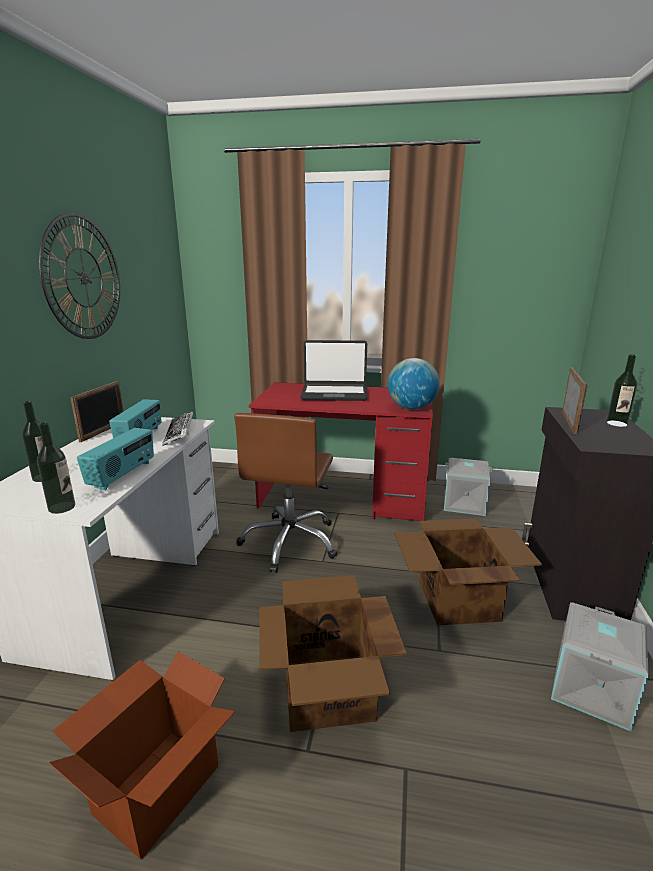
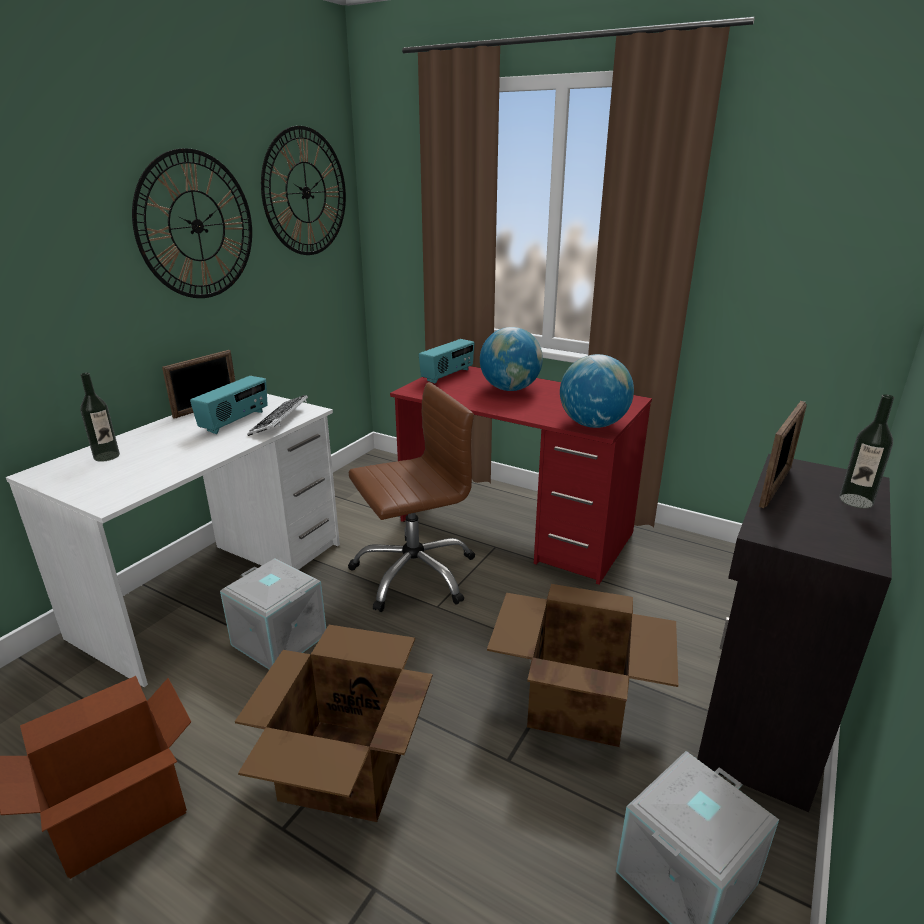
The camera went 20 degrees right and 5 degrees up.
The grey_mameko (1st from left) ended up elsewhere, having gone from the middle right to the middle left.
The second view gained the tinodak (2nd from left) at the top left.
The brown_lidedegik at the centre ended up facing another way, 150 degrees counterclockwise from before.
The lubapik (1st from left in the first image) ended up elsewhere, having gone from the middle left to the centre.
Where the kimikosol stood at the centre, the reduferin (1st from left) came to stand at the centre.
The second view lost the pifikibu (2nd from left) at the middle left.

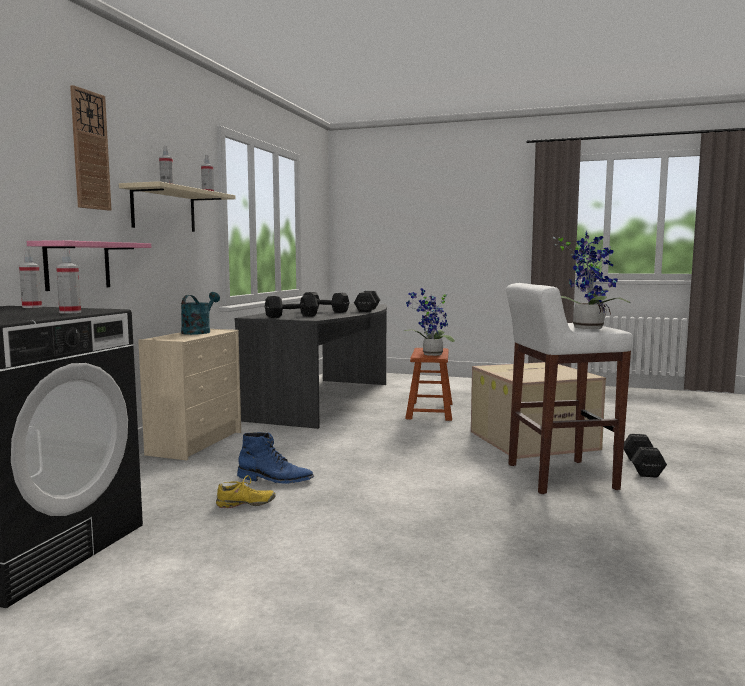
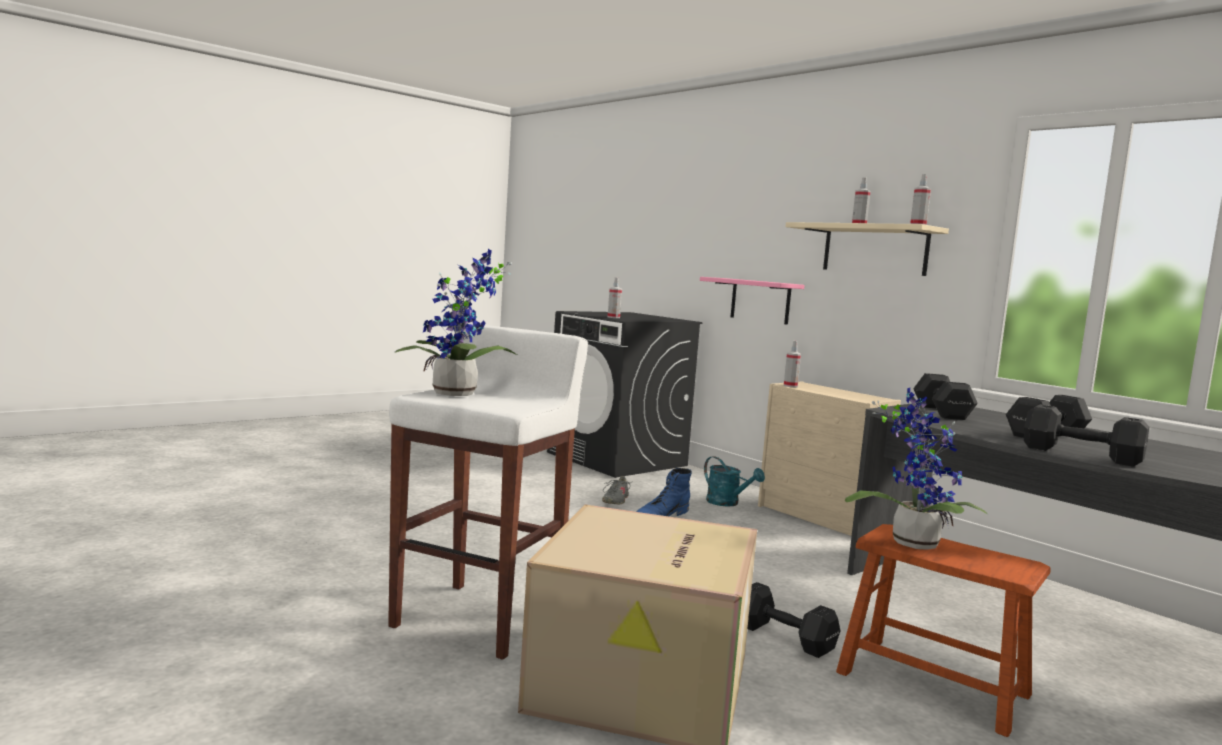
The camera went 120 degrees right and 0 degrees up.
What was the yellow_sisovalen at the bottom left turned into the grey_sisovalen at the centre.
The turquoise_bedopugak ended up elsewhere, having gone from the middle left to the centre.
The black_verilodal (4th from left in the first image) ended up elsewhere, having gone from the middle right to the bottom centre.
The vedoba (1st from left in the first image) ended up elsewhere, having gone from the middle left to the centre.
The second view lost the tinodak at the top left.

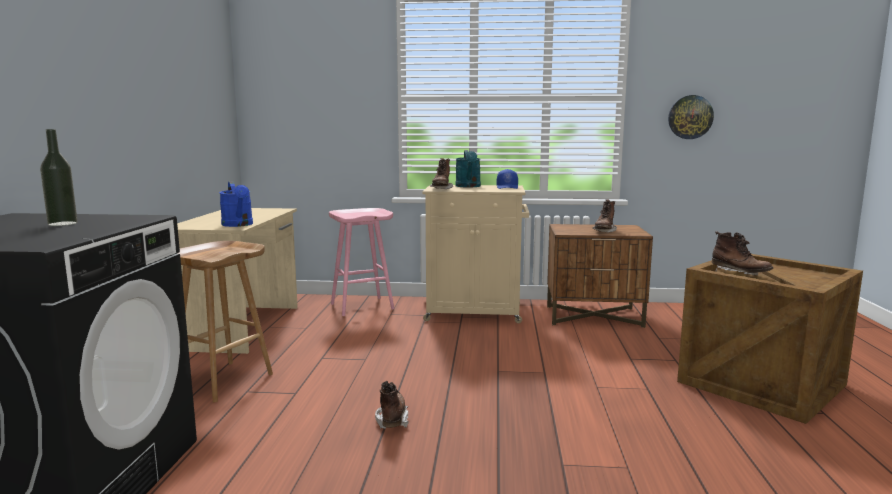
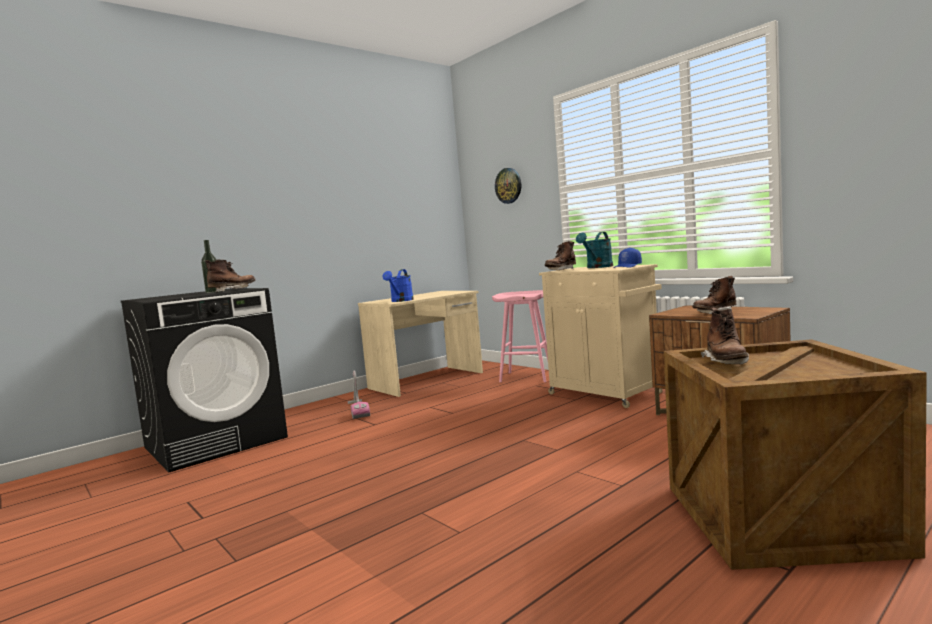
The camera went 45 degrees right and 5 degrees down.
The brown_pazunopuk (1st from left) ended up elsewhere, having gone from the bottom centre to the middle left.
Where the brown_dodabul stood at the middle left, the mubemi came to stand at the centre.
The tinodak ended up elsewhere, having gone from the top right to the top centre.

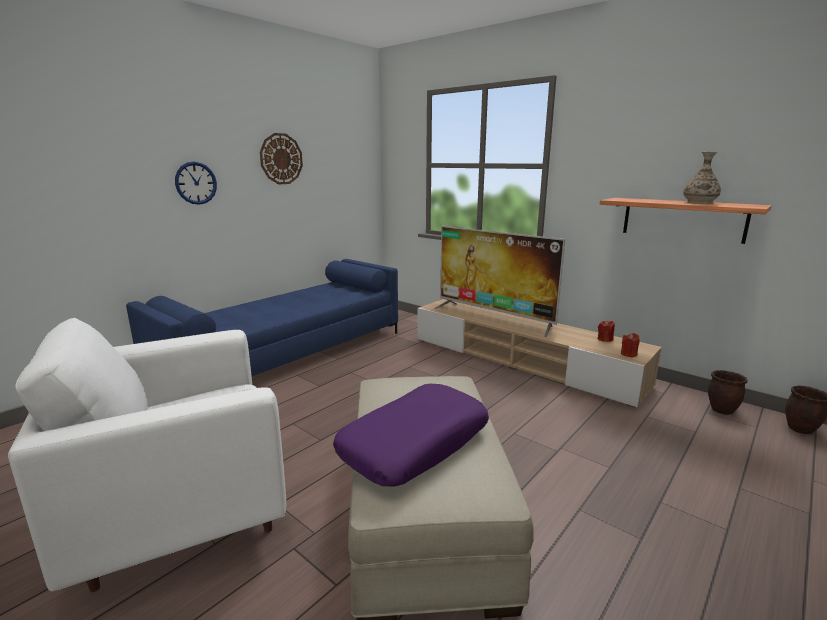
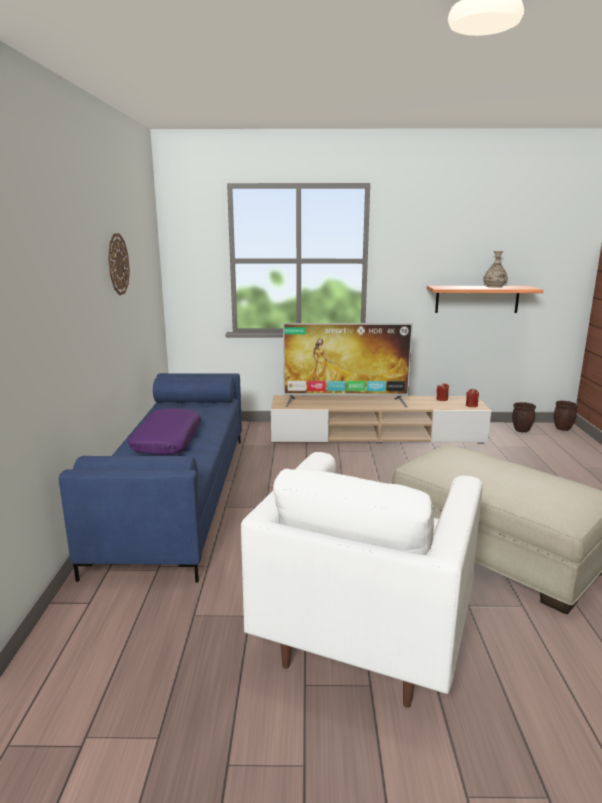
The camera went 40 degrees left and 0 degrees up.
The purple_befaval ended up elsewhere, having gone from the bottom centre to the middle left.
The second view lost the tinodak (1st from left) at the top left.

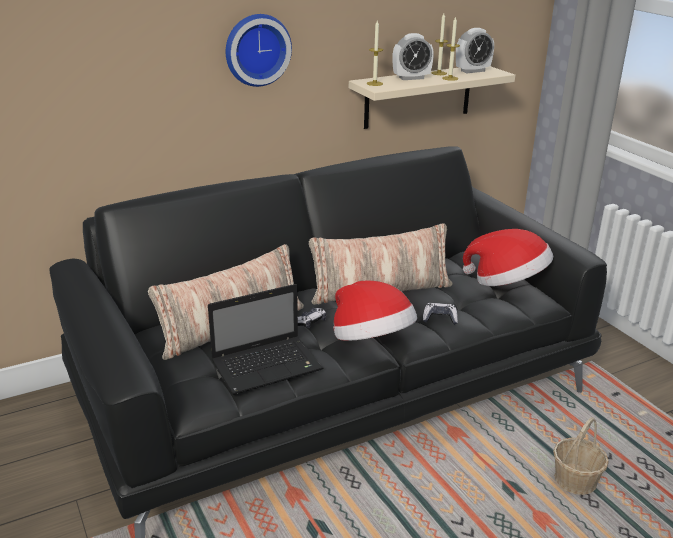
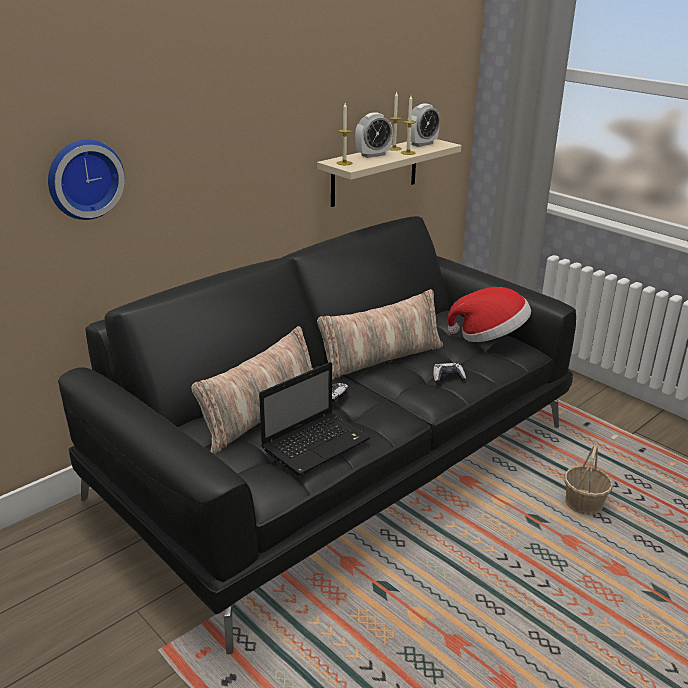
The camera went 15 degrees left and 0 degrees up.
The tinodak ended up elsewhere, having gone from the top centre to the top left.
The second view lost the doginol (1st from left) at the centre.

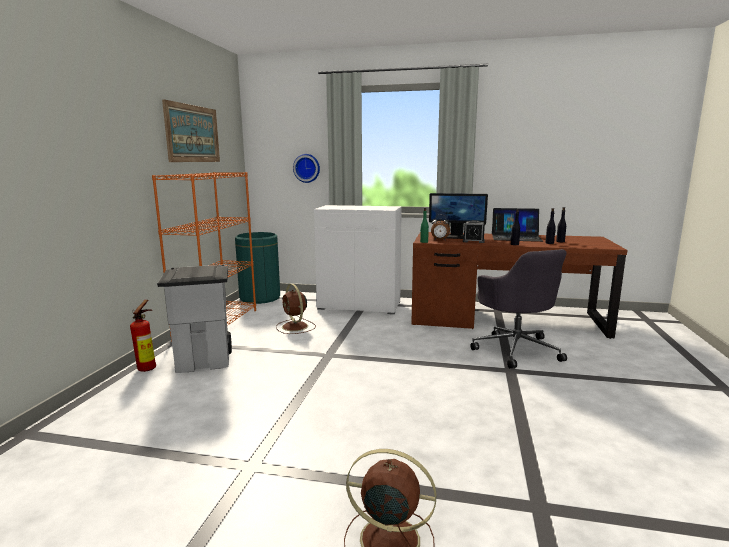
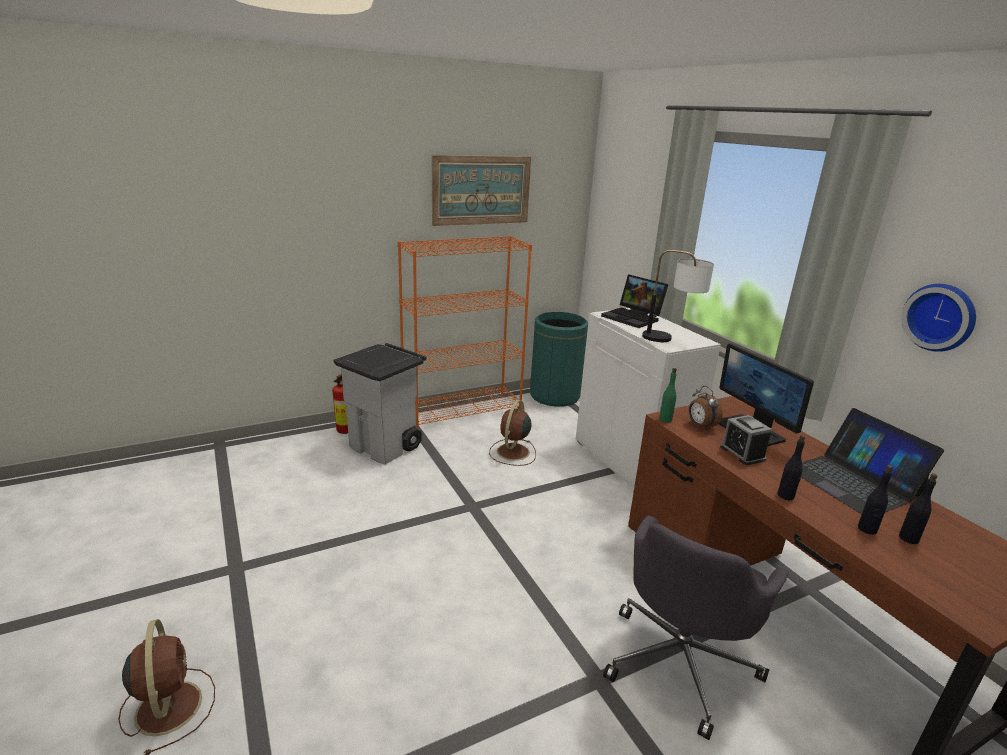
The camera went 50 degrees right and 10 degrees up.
The second view gained the kimikosol (1st from left) at the centre.
The second view gained the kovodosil at the middle right.
The tinodak ended up elsewhere, having gone from the top centre to the middle right.

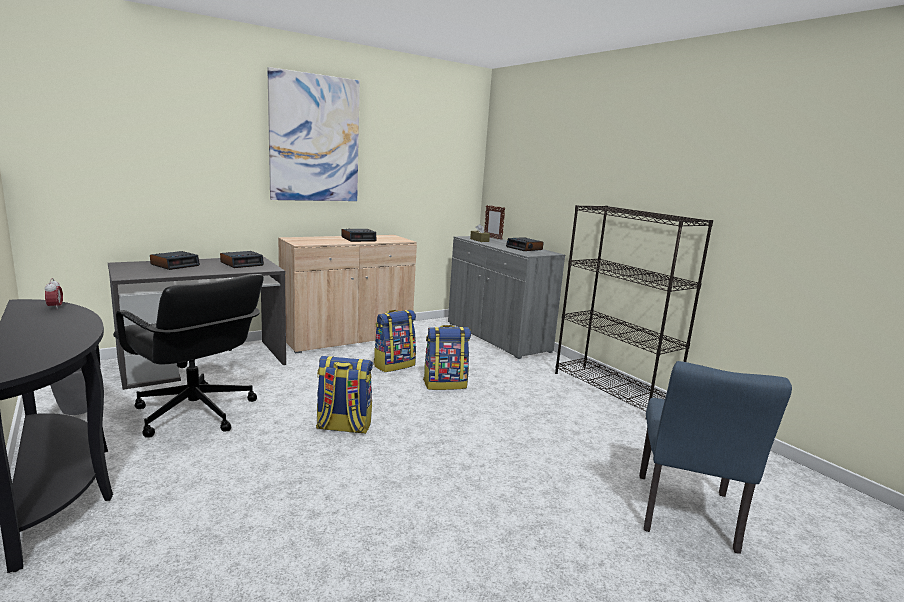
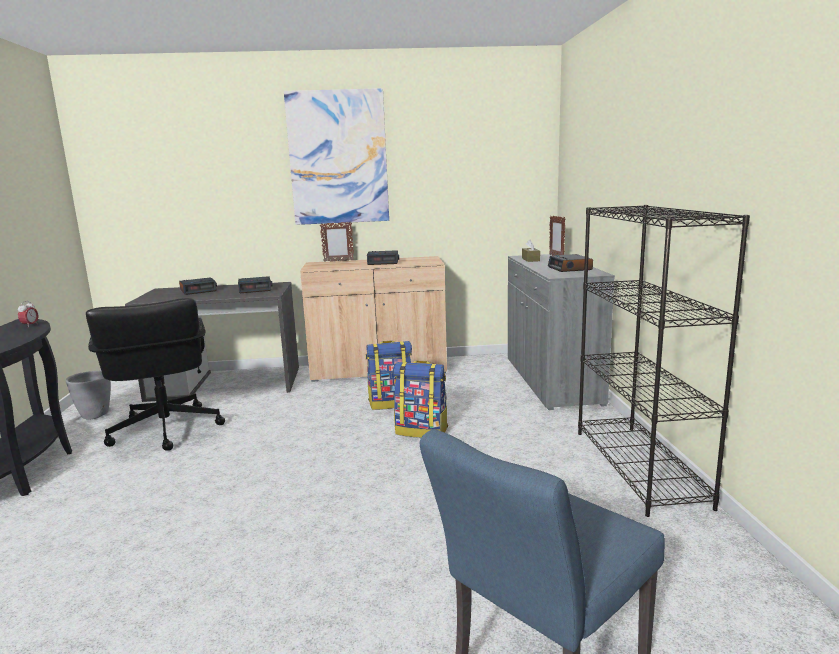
The camera went 30 degrees right and 0 degrees up.
The second view gained the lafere (1st from left) at the centre.
The second view lost the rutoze (1st from left) at the centre.

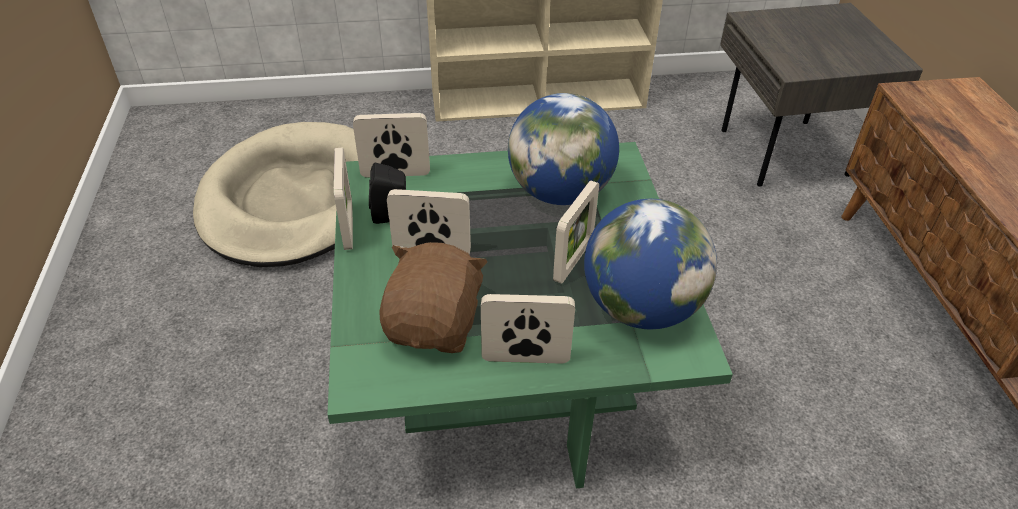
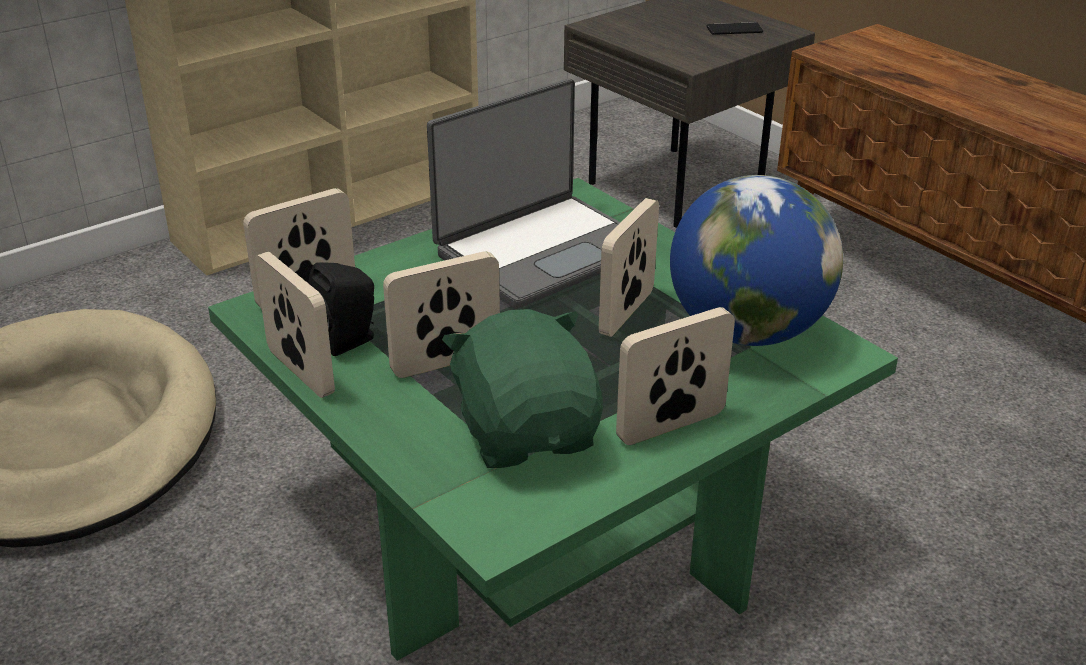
The camera went 30 degrees left and 10 degrees down.
Where the reduferin (1st from left) stood at the top centre, the kimikosol came to stand at the top centre.
What was the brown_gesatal at the centre turned into the green_gesatal at the centre.
The lafere (5th from left in the first image) at the centre ended up facing another way, 150 degrees counterclockwise from before.
The second view gained the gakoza at the top right.

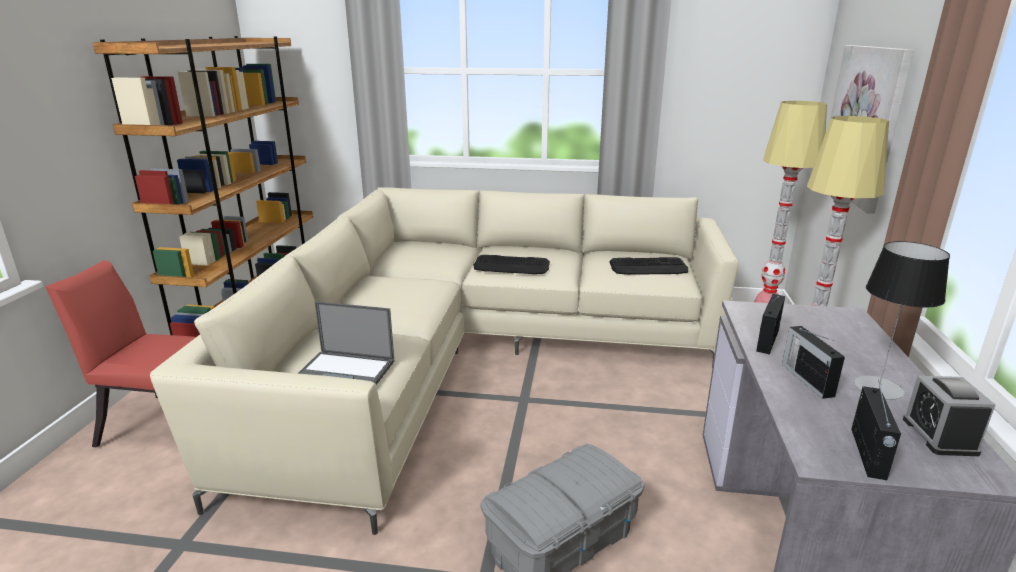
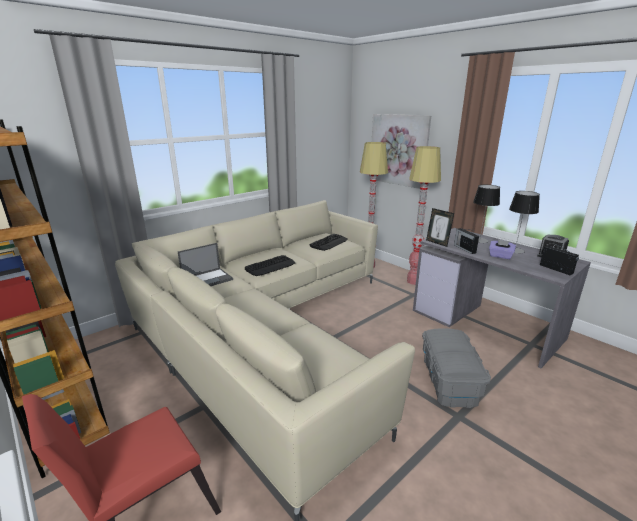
The camera went 50 degrees left and 0 degrees up.
The kimikosol ended up elsewhere, having gone from the centre to the middle left.
The second view gained the lafere at the middle right.
The second view gained the kovodosil (1st from left) at the middle right.
Where the lubapik (2nd from left) stood at the middle right, the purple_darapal came to stand at the middle right.

